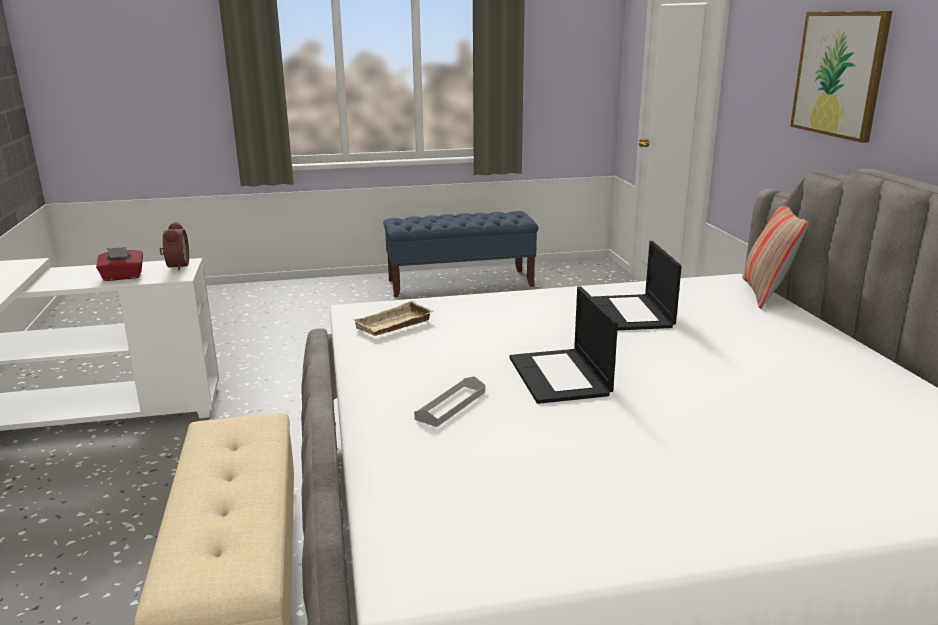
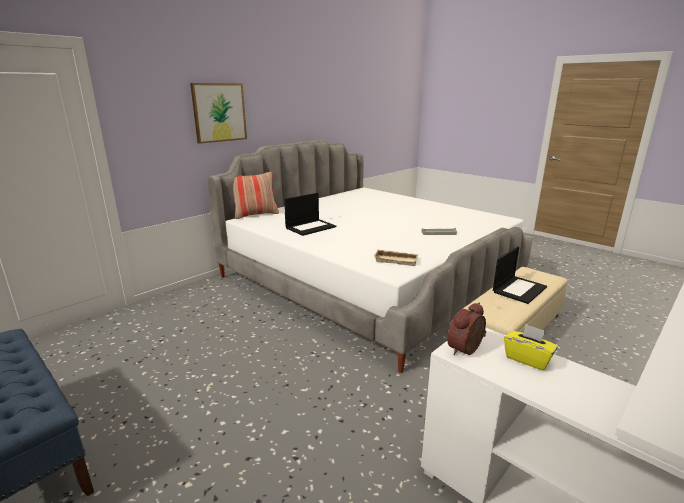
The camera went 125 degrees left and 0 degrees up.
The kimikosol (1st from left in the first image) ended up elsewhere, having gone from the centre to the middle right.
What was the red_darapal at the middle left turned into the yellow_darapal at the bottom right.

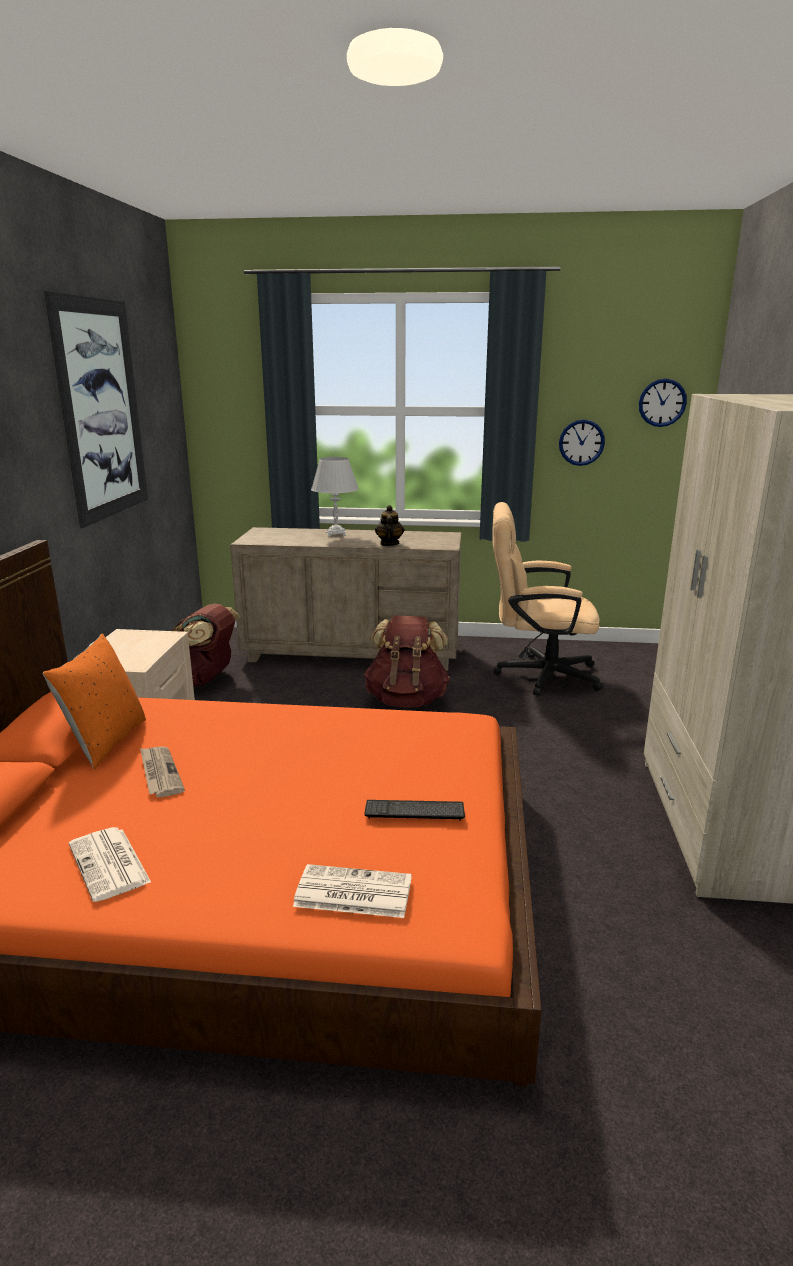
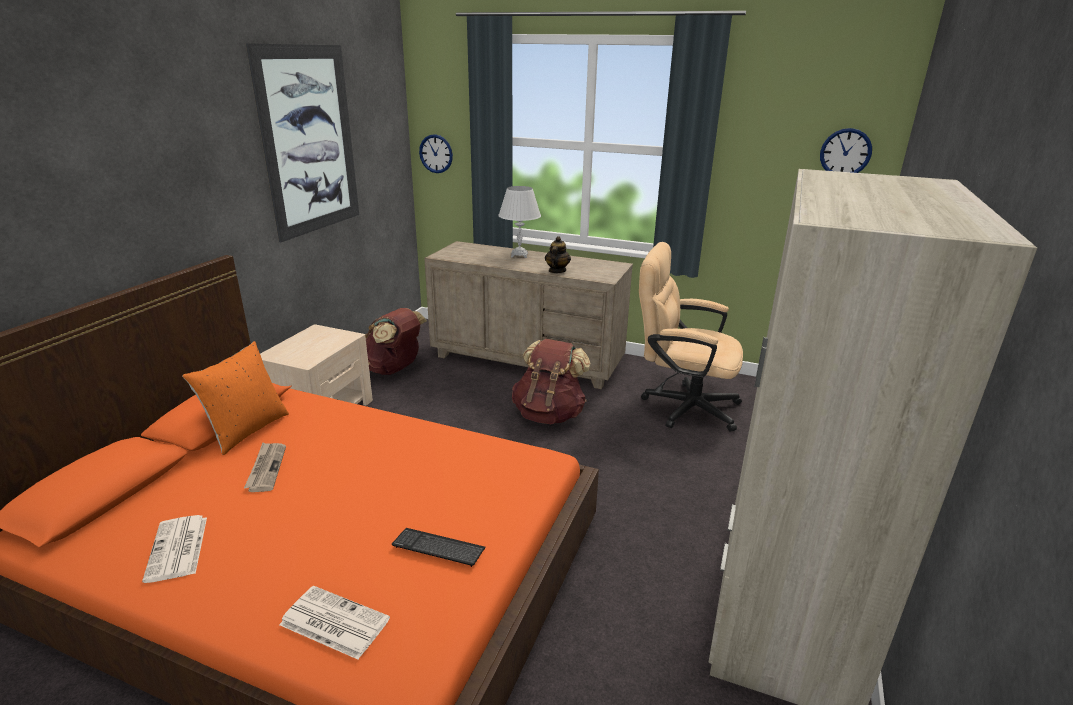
The camera went 15 degrees right and 5 degrees up.
The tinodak (1st from left) ended up elsewhere, having gone from the middle right to the top centre.

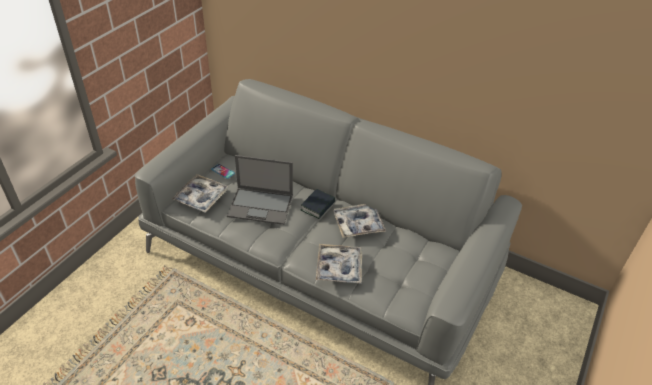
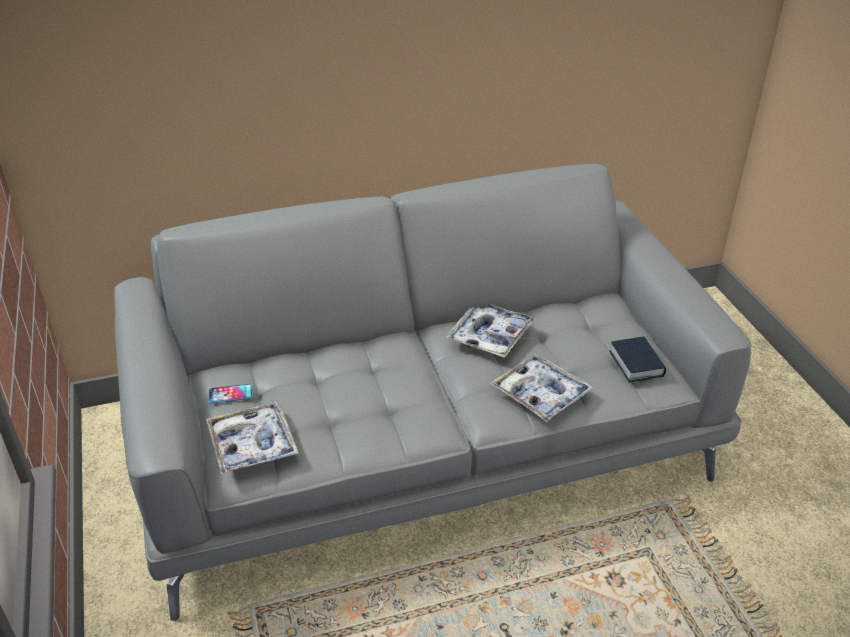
The camera went 45 degrees left and 5 degrees down.
The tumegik ended up elsewhere, having gone from the centre to the middle right.
The second view lost the kimikosol at the centre.

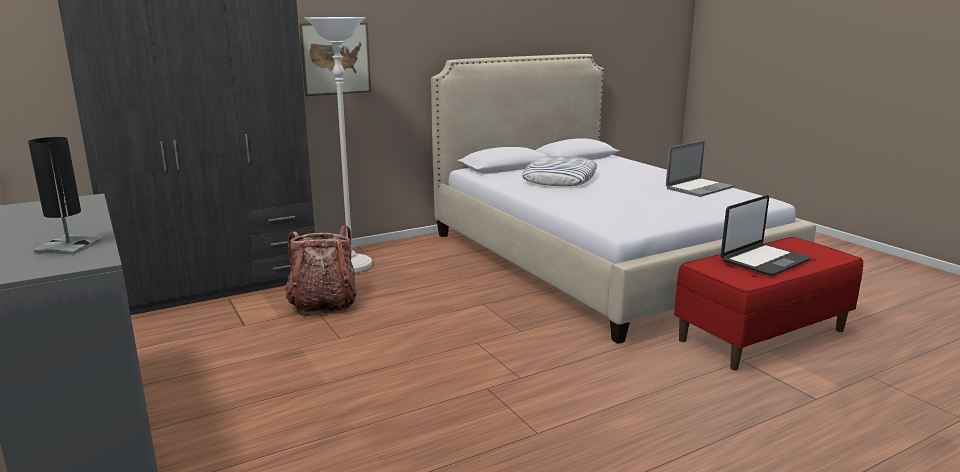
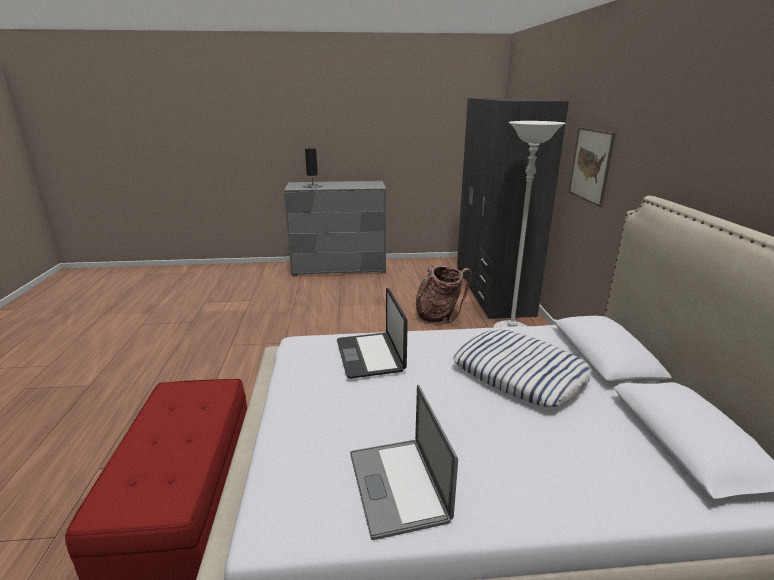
The camera went 115 degrees right and 5 degrees up.
The kimikosol (2nd from left in the first image) ended up elsewhere, having gone from the middle right to the centre.

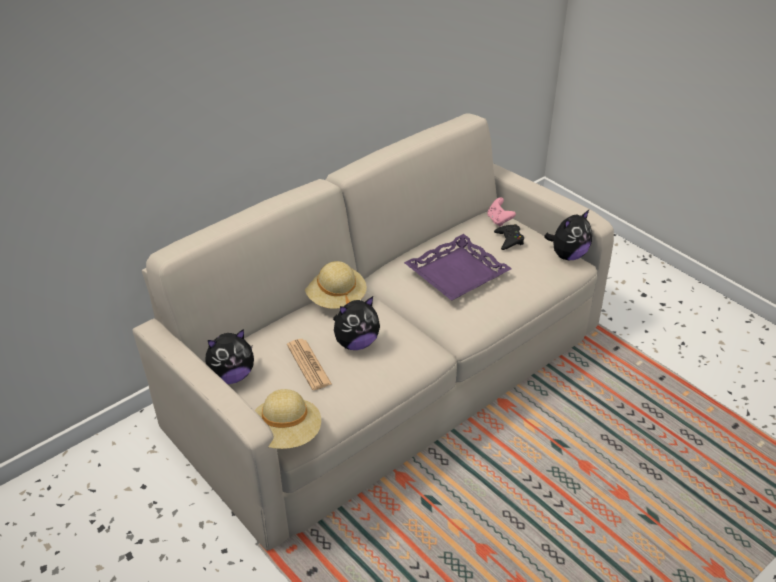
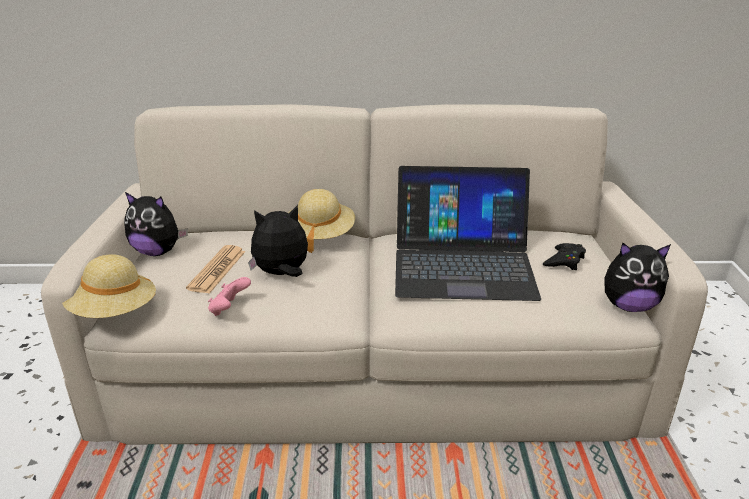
The camera went 40 degrees right and 10 degrees down.
The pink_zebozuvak ended up elsewhere, having gone from the centre to the middle left.
The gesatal (2nd from left) at the centre ended up facing another way, 150 degrees clockwise from before.
Where the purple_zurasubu stood at the centre, the kimikosol came to stand at the centre.

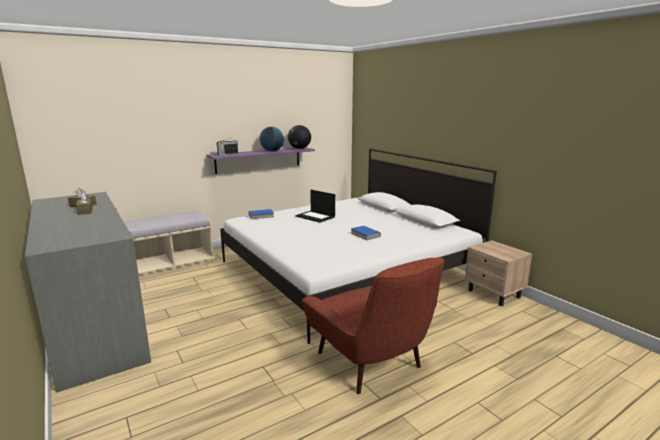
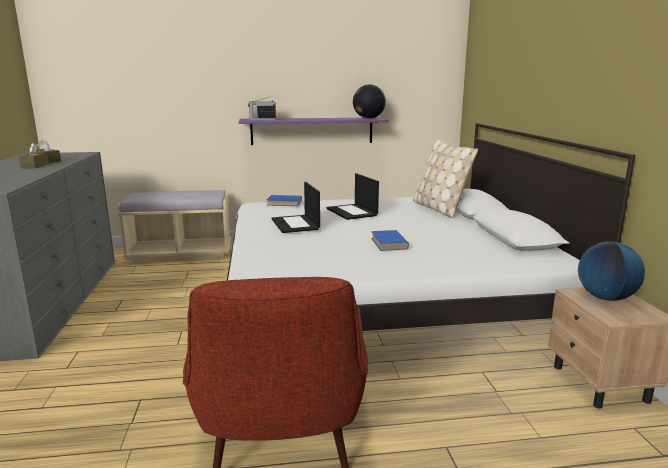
The camera went 25 degrees right and 0 degrees up.
The second view gained the kimikosol (1st from left) at the centre.
The second view gained the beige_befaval at the centre.
The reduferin (1st from left in the first image) ended up elsewhere, having gone from the top centre to the middle right.

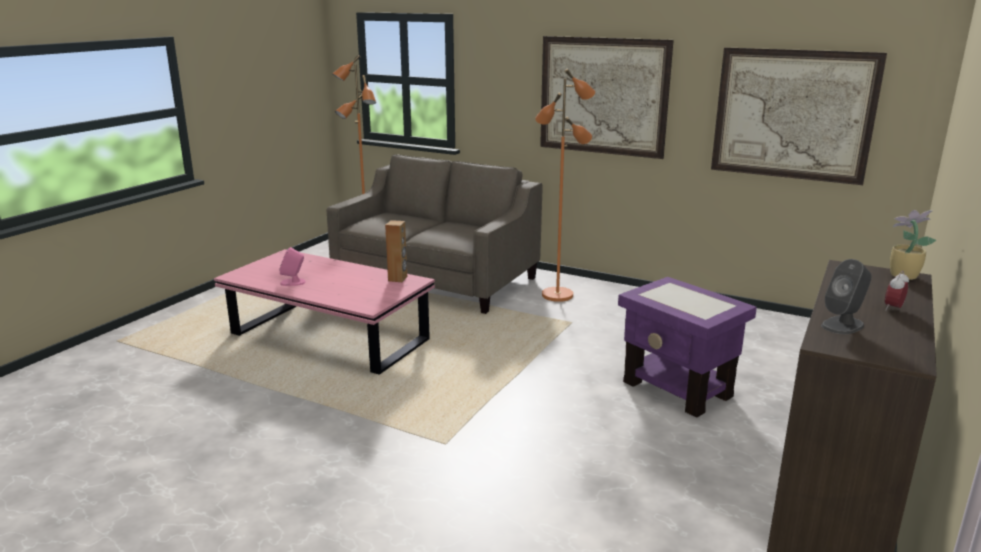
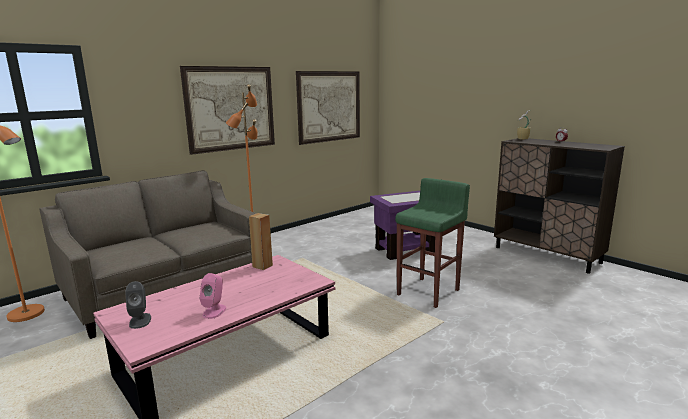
The camera went 70 degrees left and 5 degrees down.
The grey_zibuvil ended up elsewhere, having gone from the middle right to the bottom left.
The second view gained the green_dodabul at the centre.

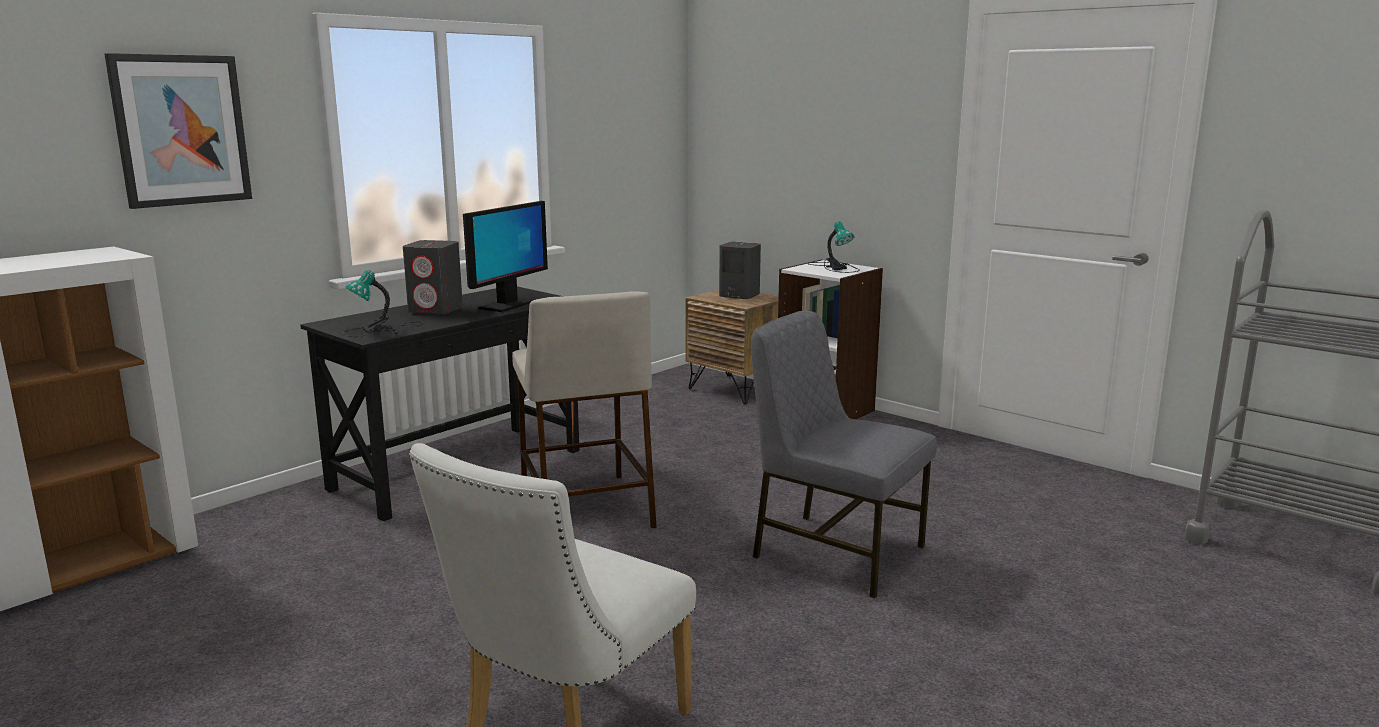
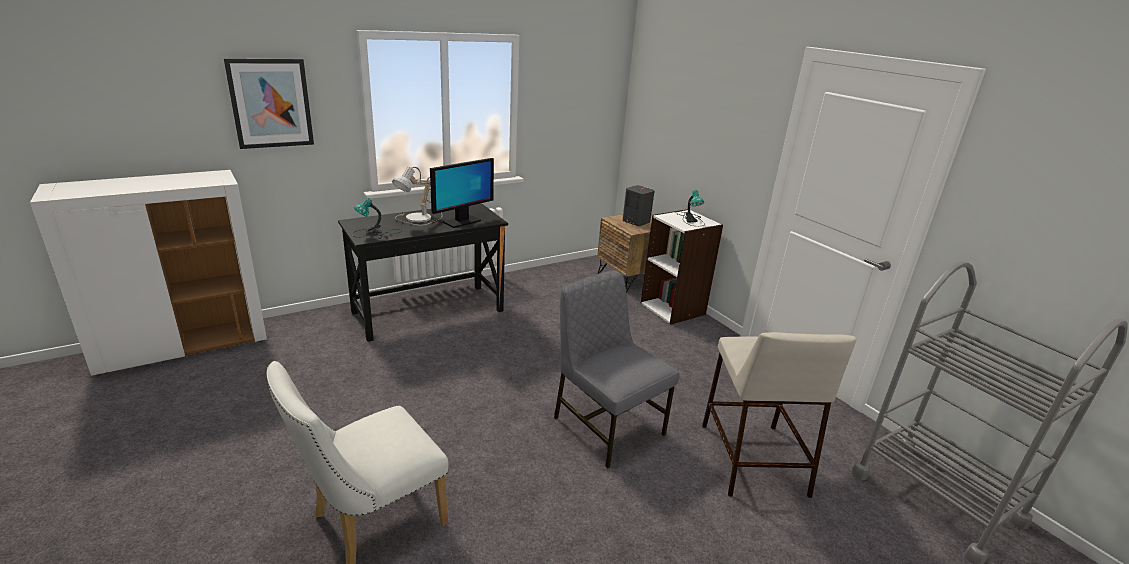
The camera went 15 degrees right and 10 degrees up.
Where the grey_zibuvil (1st from left) stood at the middle left, the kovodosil (2nd from left) came to stand at the centre.
The beige_dodabul ended up elsewhere, having gone from the centre to the bottom right.

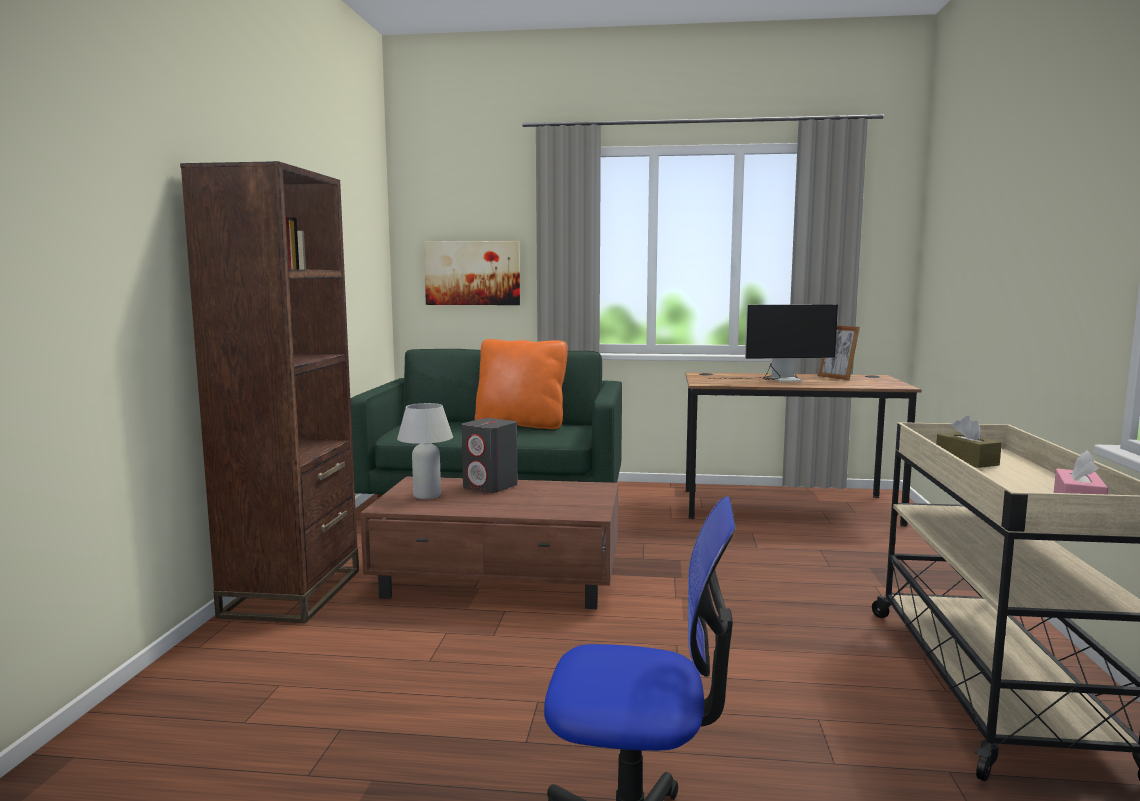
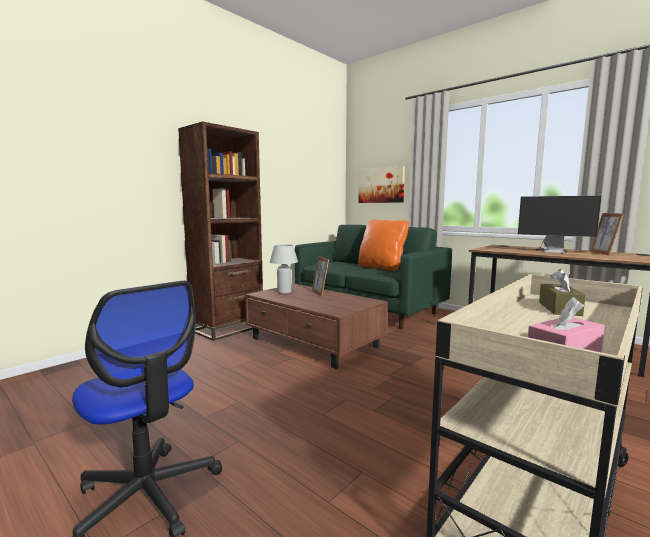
The camera went 35 degrees right and 0 degrees up.
Where the grey_zibuvil stood at the centre, the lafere (1st from left) came to stand at the centre.

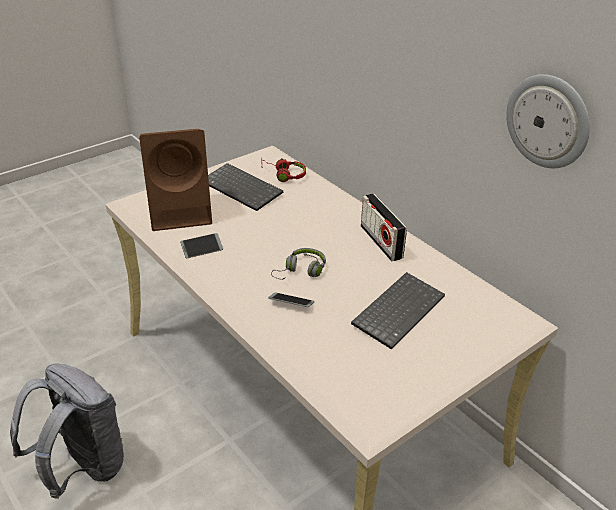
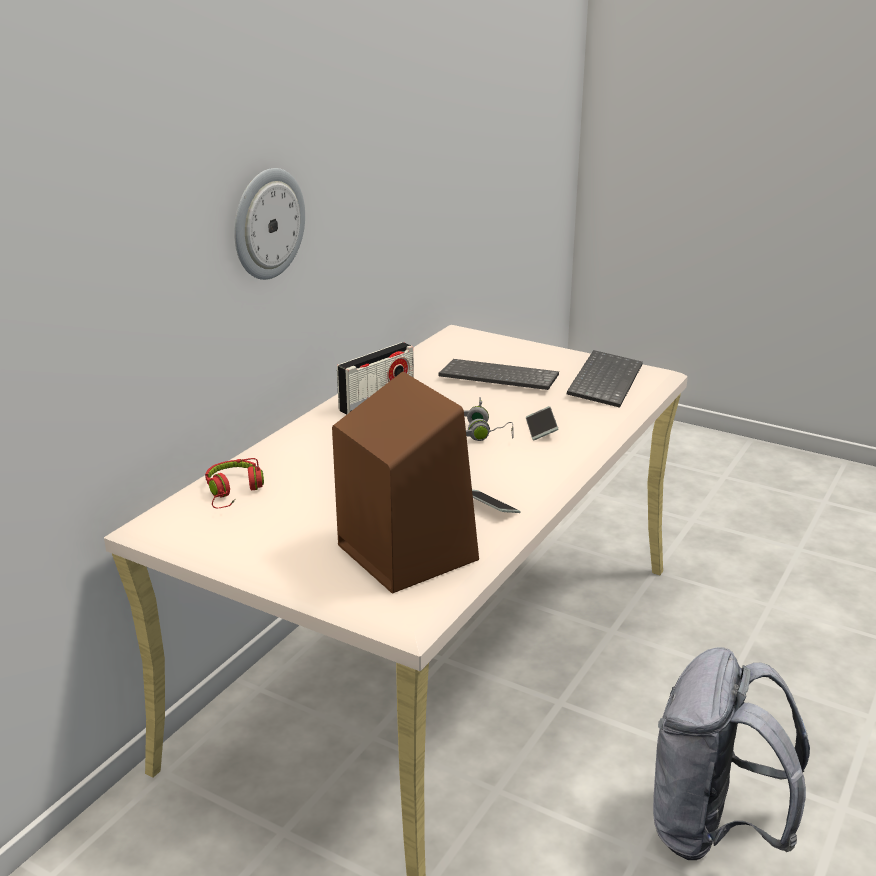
The camera went 110 degrees left and 10 degrees down.
The tinodak ended up elsewhere, having gone from the top right to the top left.
The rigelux (1st from left in the first image) ended up elsewhere, having gone from the centre to the middle right.

